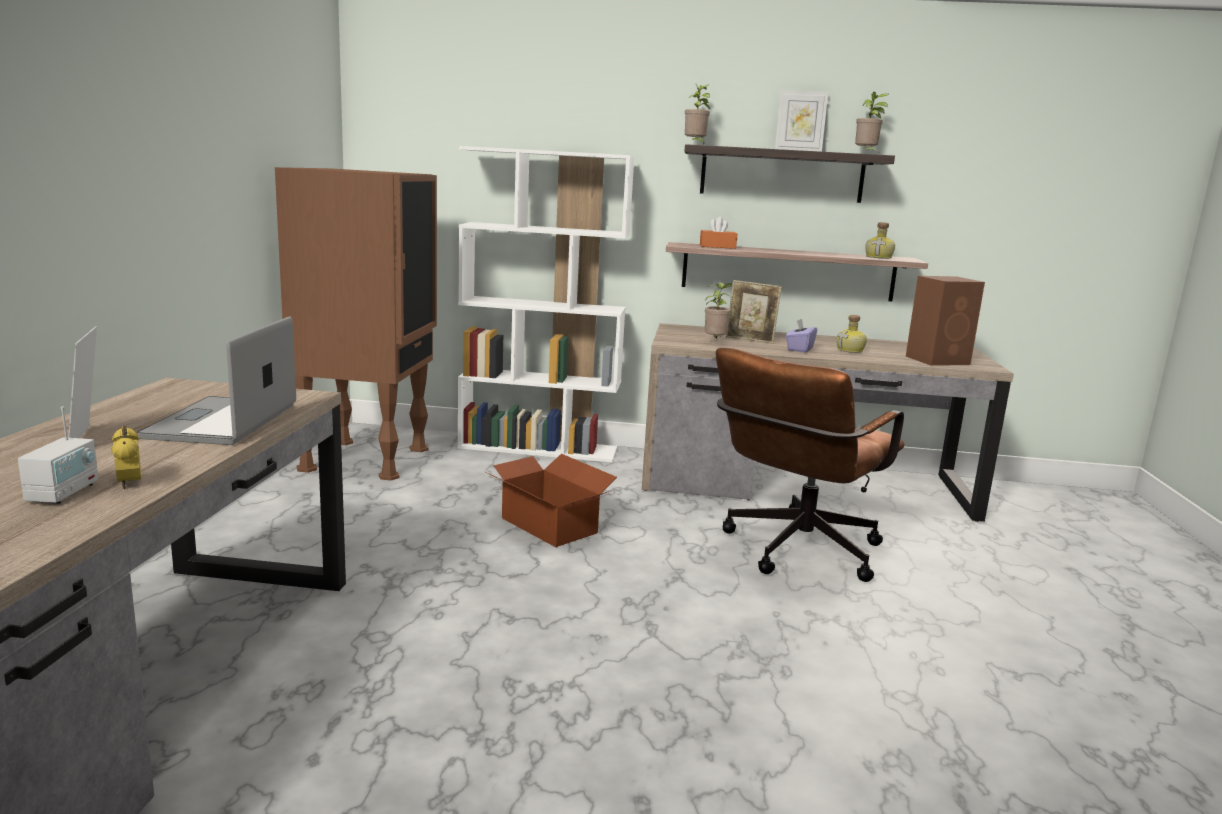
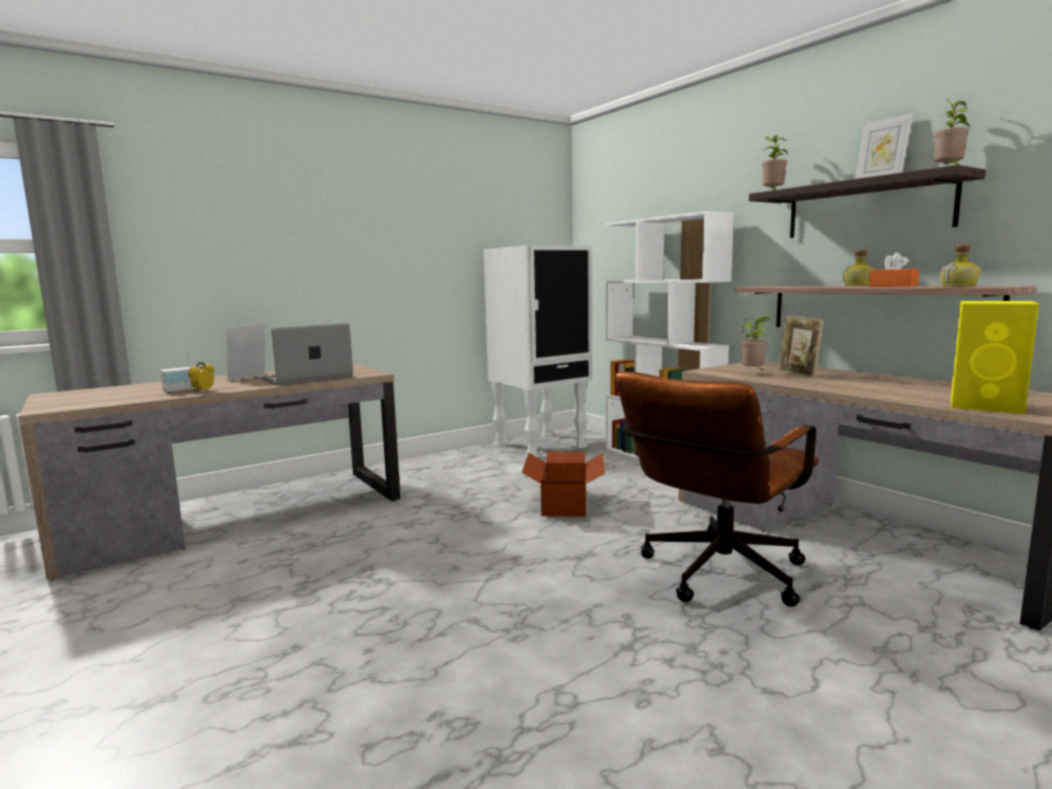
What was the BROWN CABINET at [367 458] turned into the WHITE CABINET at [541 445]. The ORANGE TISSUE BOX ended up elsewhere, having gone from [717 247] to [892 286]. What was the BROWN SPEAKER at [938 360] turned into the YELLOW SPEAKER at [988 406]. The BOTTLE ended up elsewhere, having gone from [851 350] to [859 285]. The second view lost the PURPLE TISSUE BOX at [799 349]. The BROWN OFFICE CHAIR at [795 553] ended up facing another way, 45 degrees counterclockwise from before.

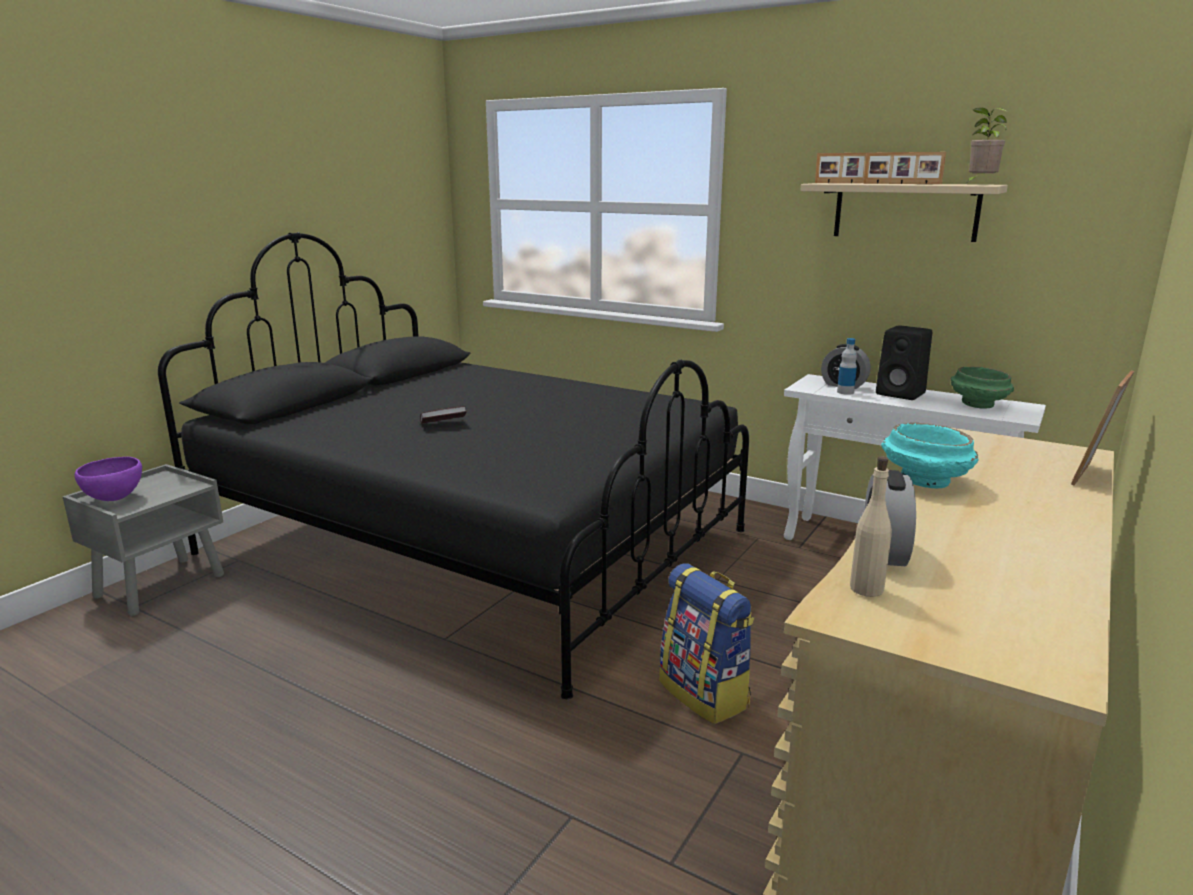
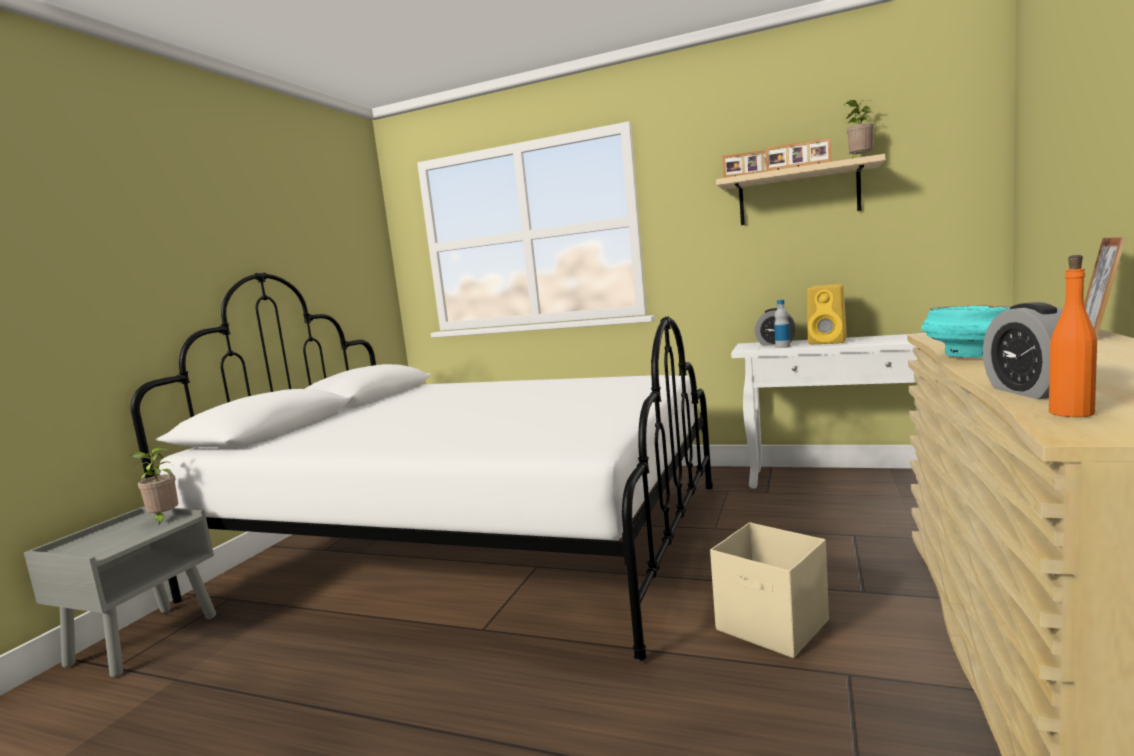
What was the BLACK BED at [475 542] turned into the WHITE BED at [472 539]. What was the BLACK SPEAKER at [902 394] turned into the YELLOW SPEAKER at [829 341]. The second view lost the GREEN BOWL at [978 404]. The second view lost the BOOK at [443 424]. What was the BEIGE BOTTLE at [867 589] turned into the ORANGE BOTTLE at [1071 413]. The second view lost the PURPLE BOWL at [115 499]. Where the BACKPACK stood at [705 694], the BEIGE STORAGE BOX came to stand at [773 626]. The second view gained the POTTED PLANT at [164 520].

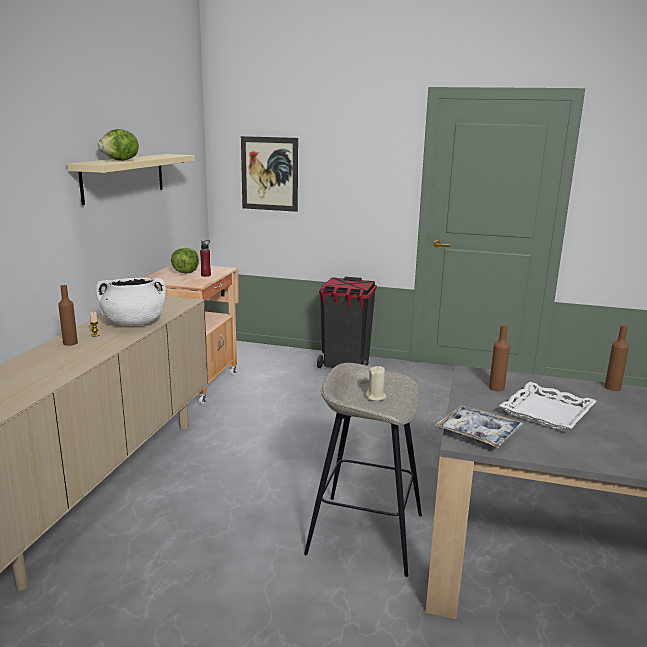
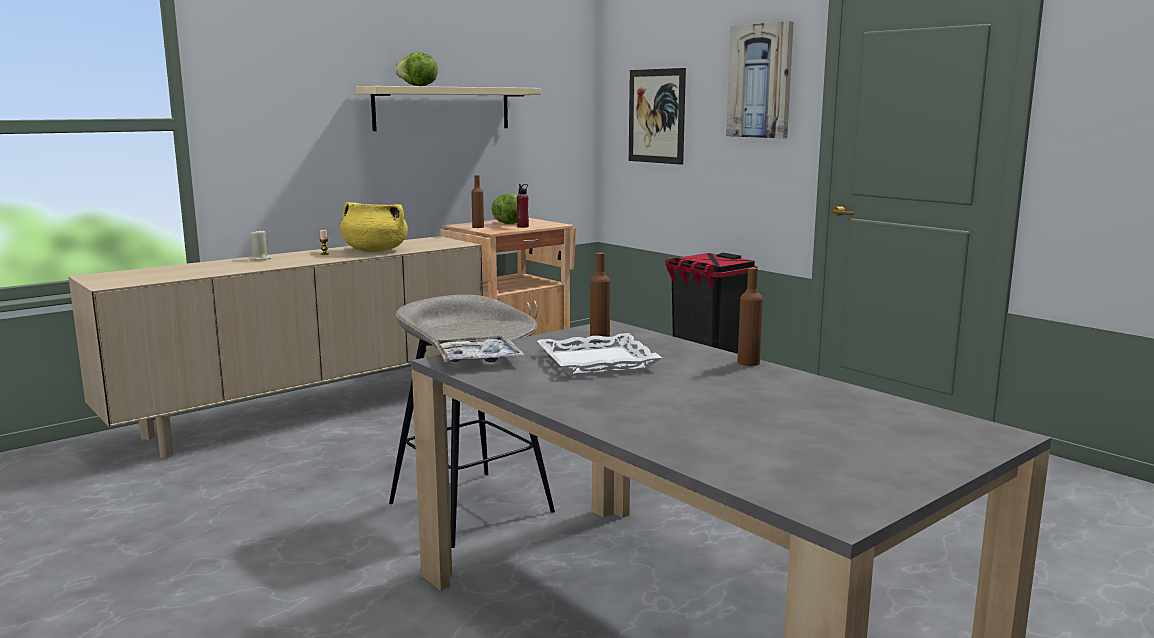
What was the WHITE COOKING POT at [134 323] turned into the YELLOW COOKING POT at [374 251]. The BROWN BOTTLE ended up elsewhere, having gone from [70 343] to [478 227]. The BEIGE CANDLE ended up elsewhere, having gone from [376 397] to [260 259]. The second view gained the PICTURE at [760 81].

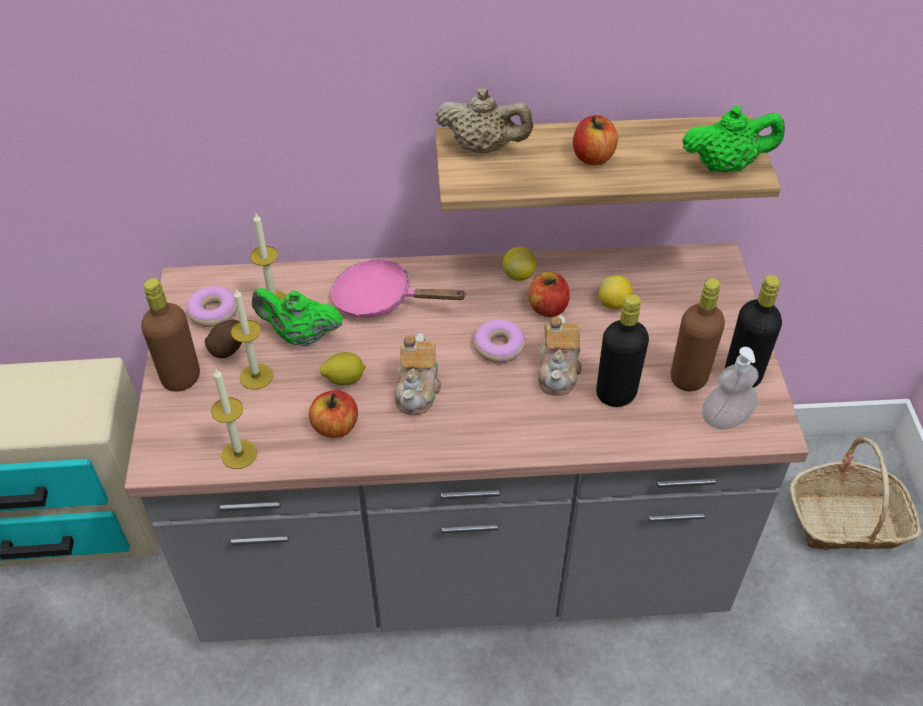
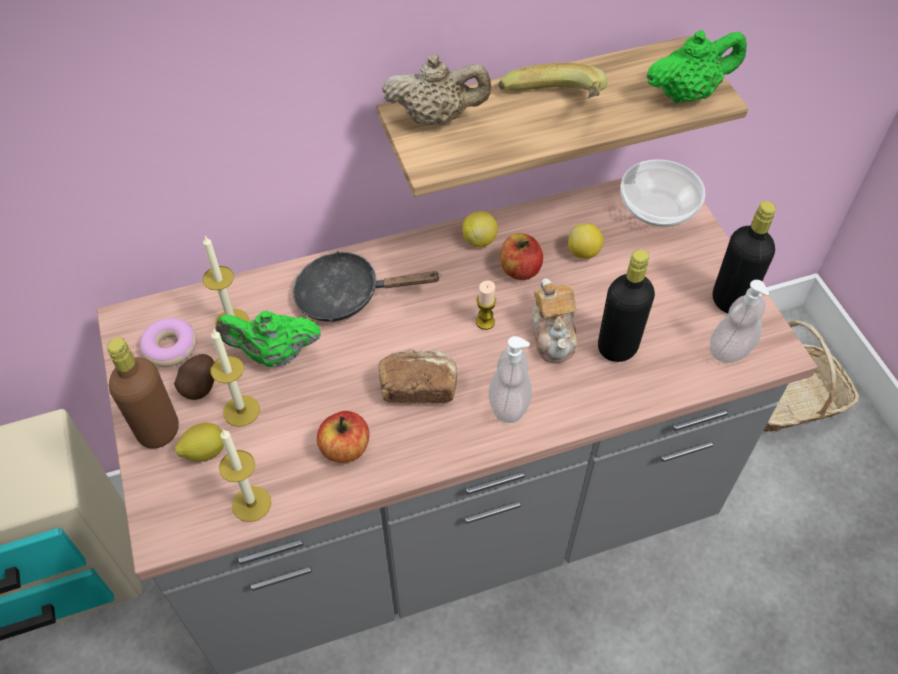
Where the APPLE stood at [593 157], the BANANA came to stand at [553 108]. What was the PINK FRYING PAN at [381 299] turned into the BLACK FRYING PAN at [347 296]. The second view lost the BROWN BOTTLE at [688 378]. Where the DONUT stood at [499 346], the CANDLE came to stand at [485 322]. Where the TEAPOT stood at [418 389], the BREAD came to stand at [418 387]. The LEMON ended up elsewhere, having gone from [344 379] to [205 451]. The second view gained the BOWL at [658 210]. The second view gained the SOAP DISPENSER at [509 404].

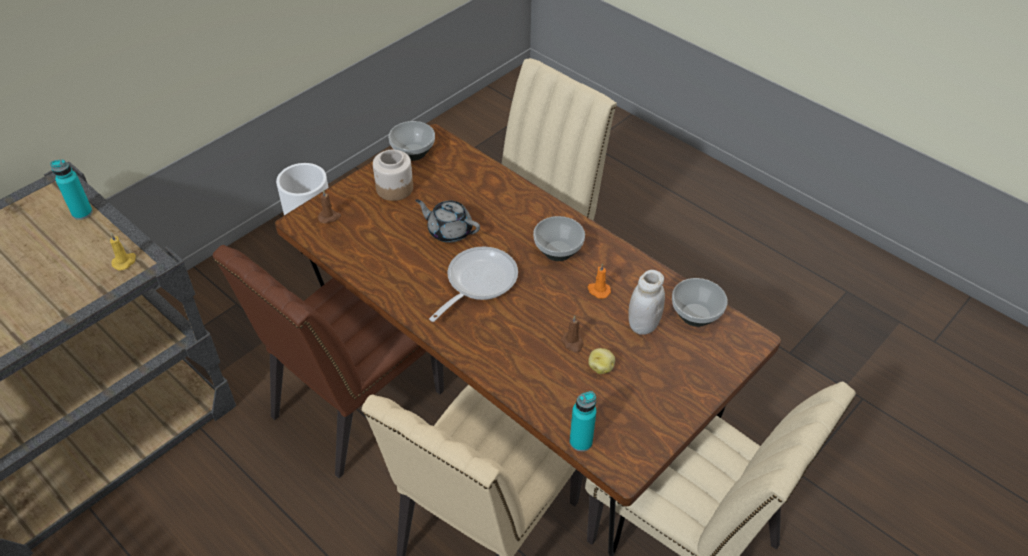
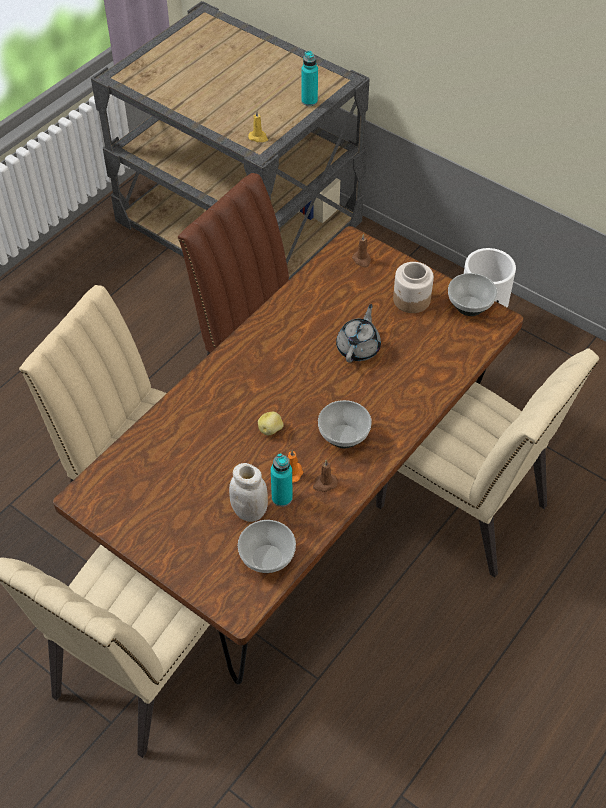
The second view lost the FRYING PAN at [477 282]. The BROWN CANDLE ended up elsewhere, having gone from [572 343] to [324 483]. The POTATO ended up elsewhere, having gone from [601 367] to [271 429]. The TURQUOISE BOTTLE ended up elsewhere, having gone from [581 442] to [282 498].

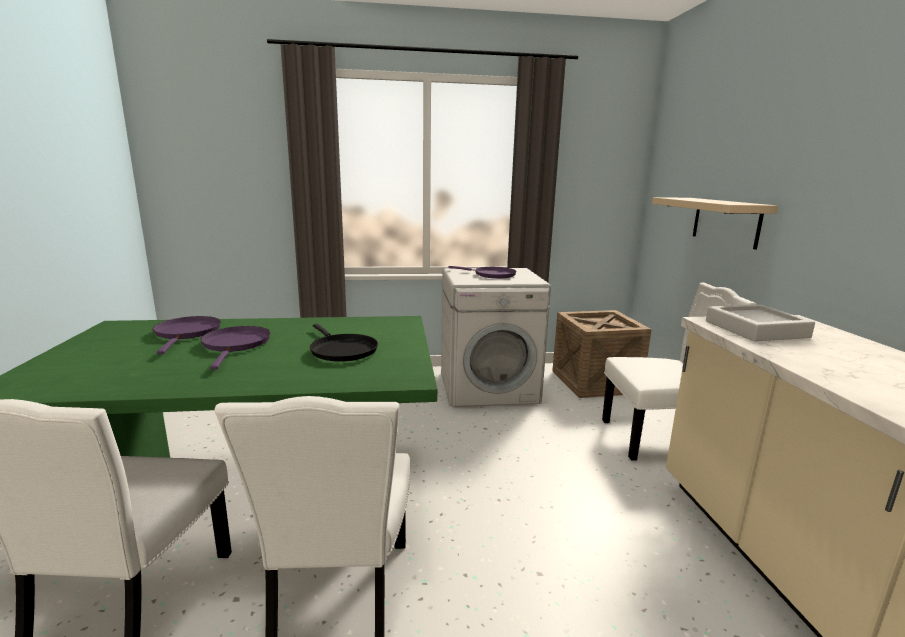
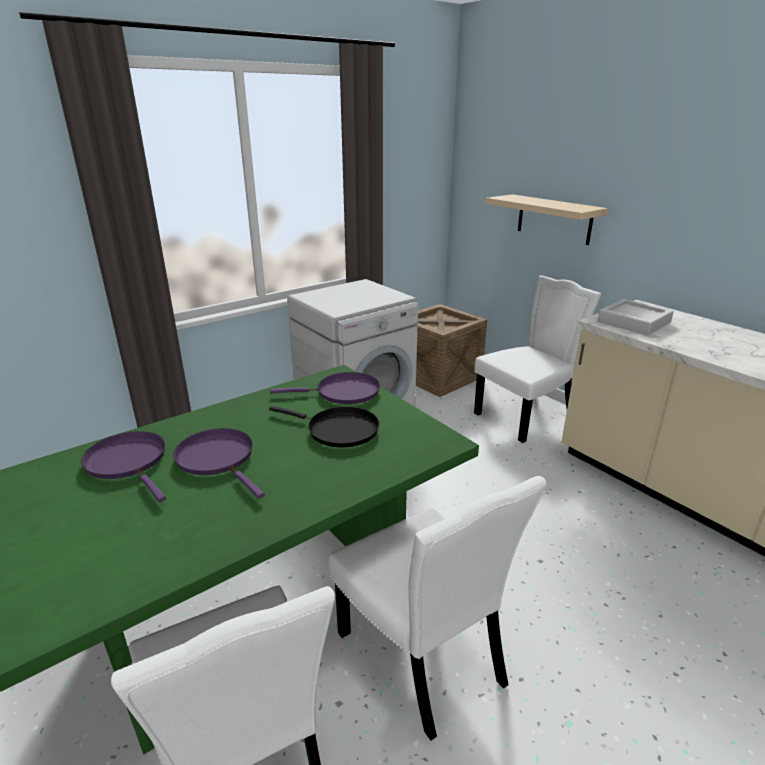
The PURPLE FRYING PAN ended up elsewhere, having gone from [492 275] to [343 392].

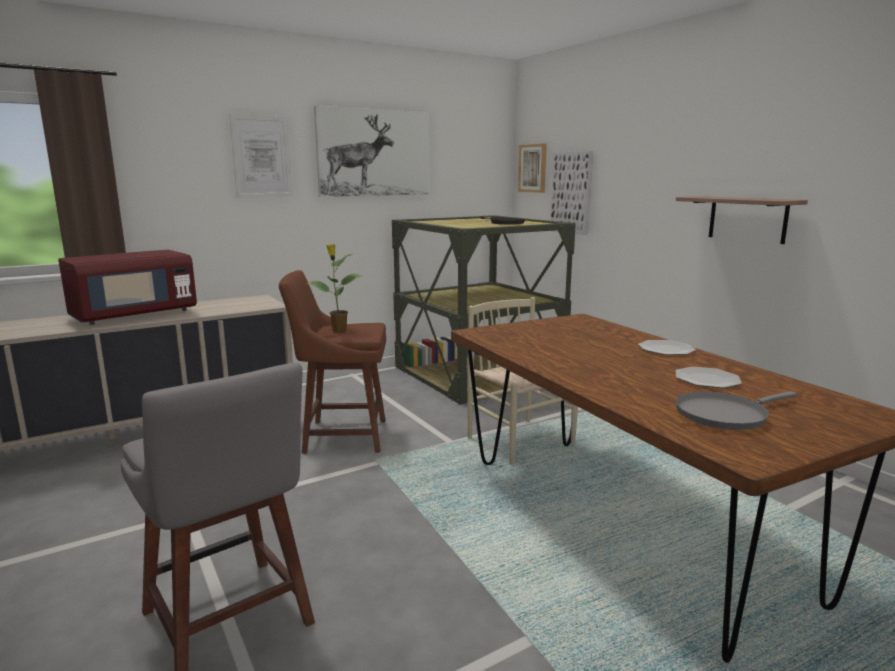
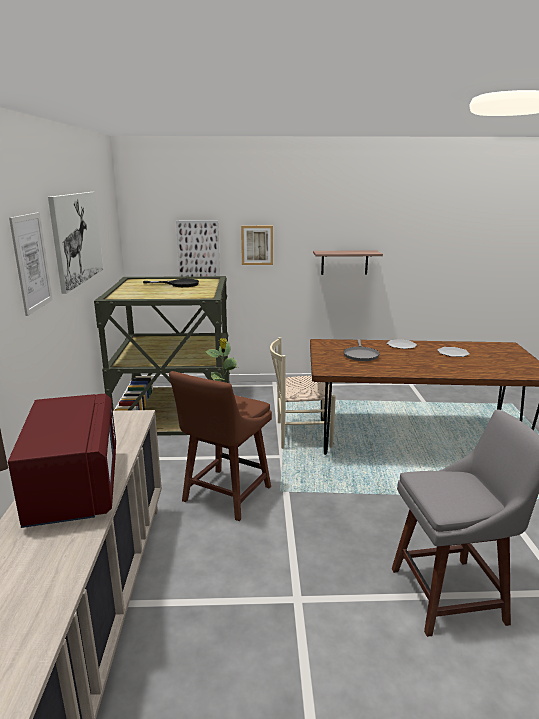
The PICTURE ended up elsewhere, having gone from [533 168] to [257 245]. The GREY FRYING PAN ended up elsewhere, having gone from [725 415] to [360 355].

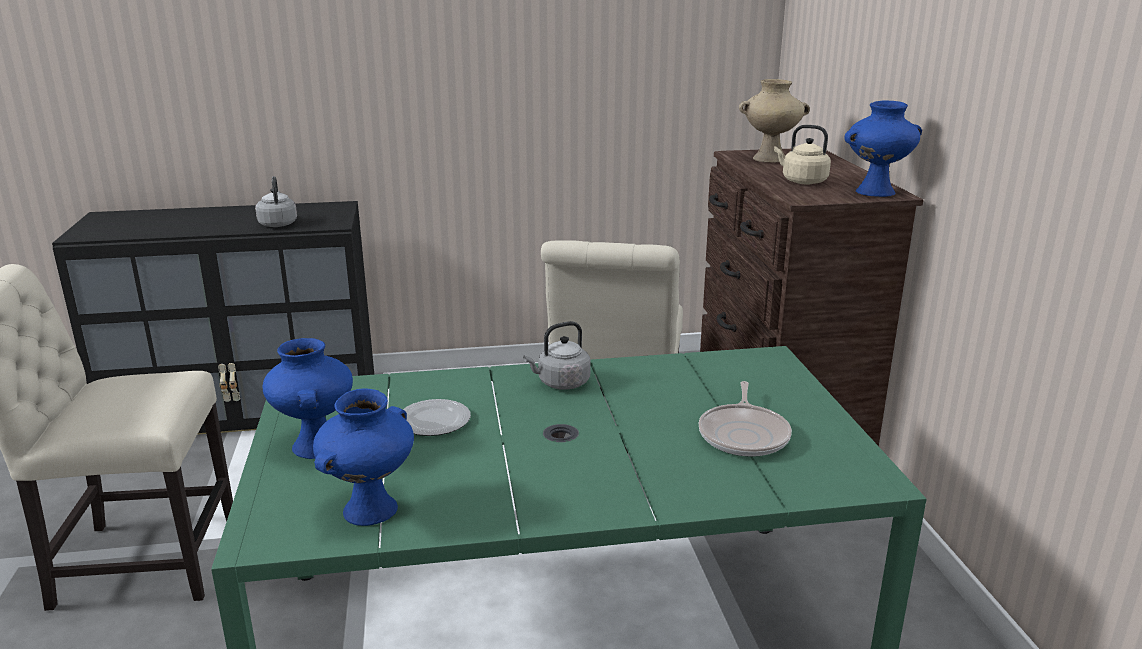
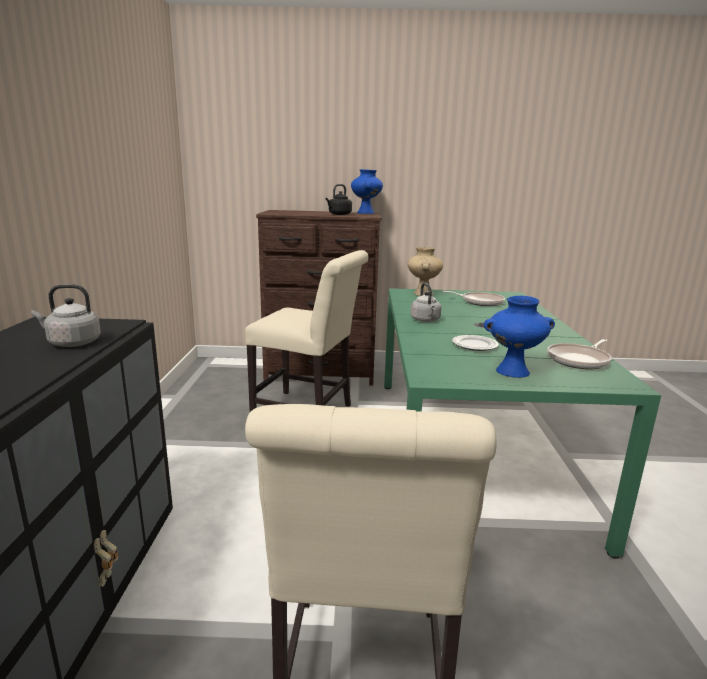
The BEIGE VASE ended up elsewhere, having gone from [770 158] to [422 293]. What was the BEIGE KETTLE at [802 181] turned into the BLACK KETTLE at [339 214]. Where the BLUE VASE stood at [370 511], the FRYING PAN came to stand at [579 360].

